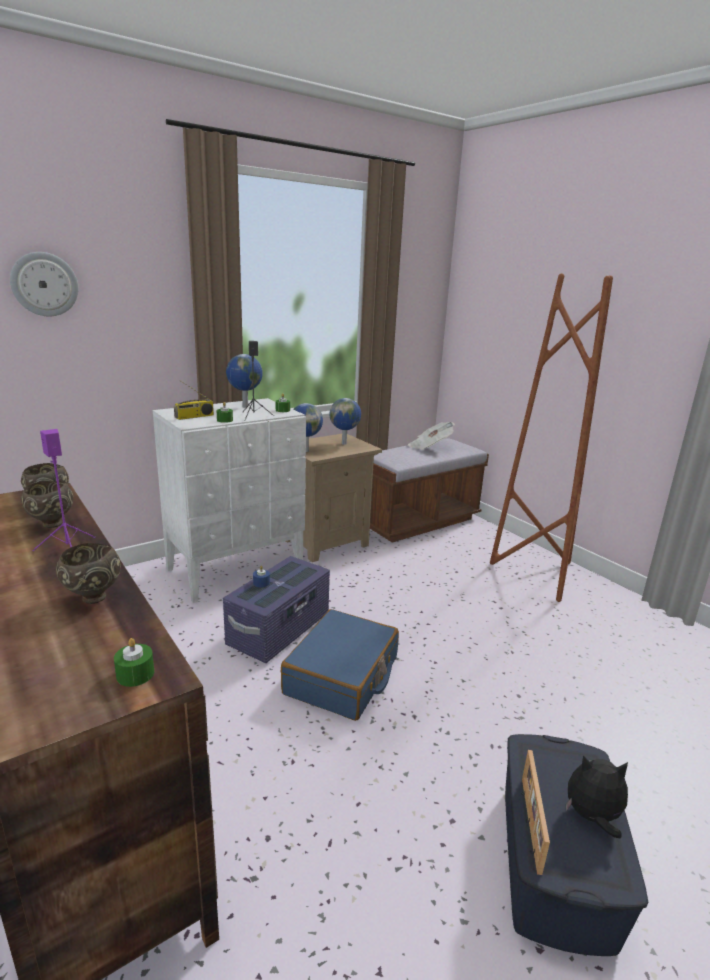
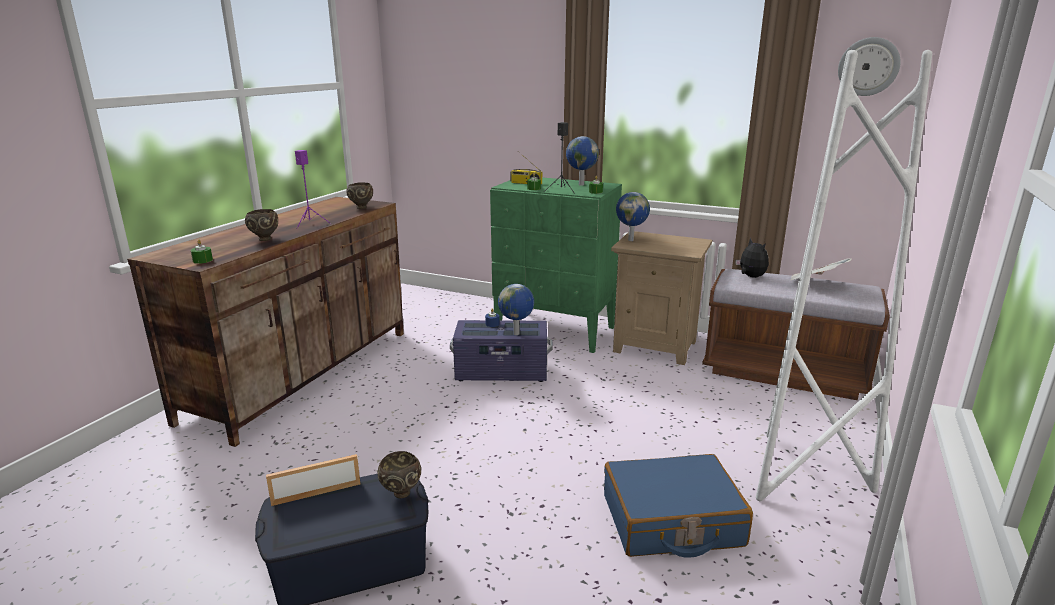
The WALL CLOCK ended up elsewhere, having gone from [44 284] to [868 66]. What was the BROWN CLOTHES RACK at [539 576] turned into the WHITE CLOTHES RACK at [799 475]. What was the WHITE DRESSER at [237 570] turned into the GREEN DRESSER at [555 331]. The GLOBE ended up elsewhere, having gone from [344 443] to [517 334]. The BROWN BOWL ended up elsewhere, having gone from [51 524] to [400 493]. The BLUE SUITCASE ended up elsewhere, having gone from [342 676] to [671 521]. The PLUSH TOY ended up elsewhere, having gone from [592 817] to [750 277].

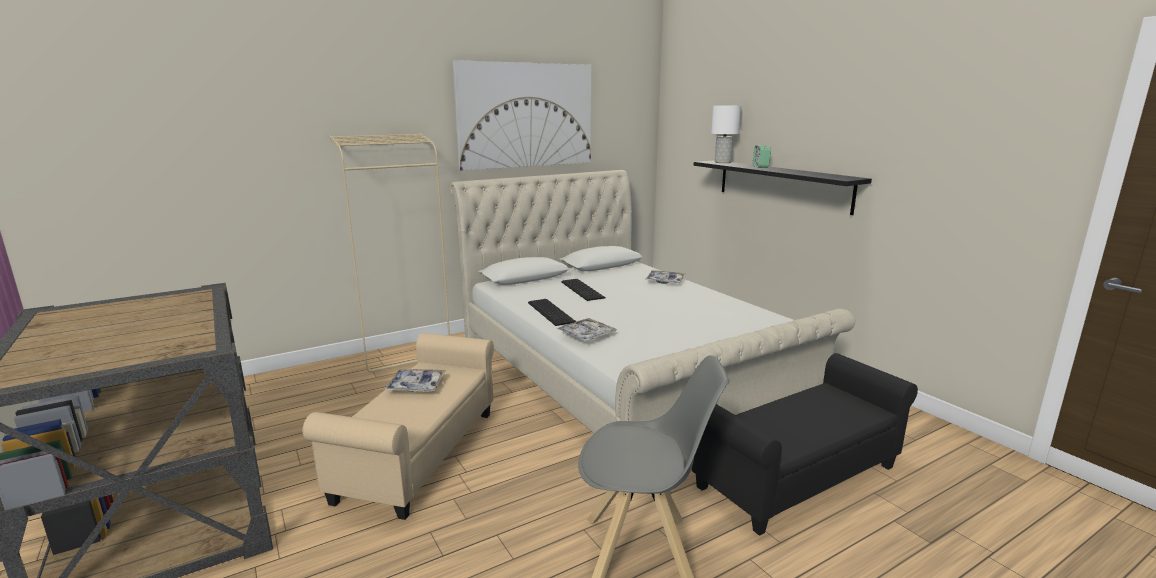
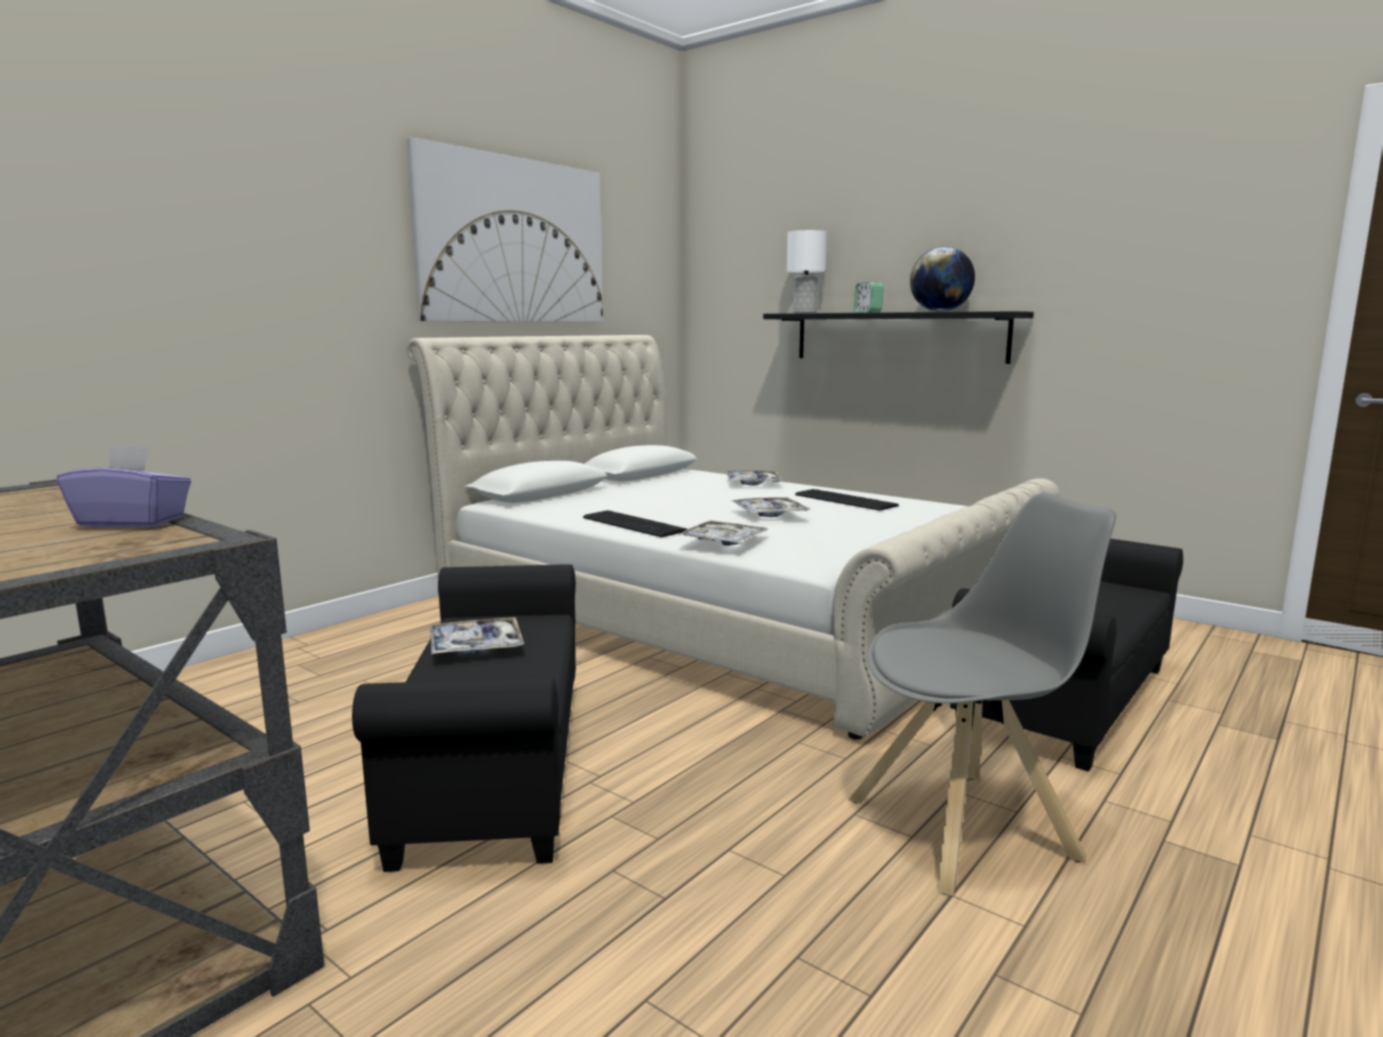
The second view lost the BEIGE CLOTHES RACK at [405 355]. The KEYBOARD ended up elsewhere, having gone from [583 289] to [845 500]. What was the BEIGE OTTOMAN at [418 454] turned into the BLACK OTTOMAN at [494 767]. The second view gained the GLOBE at [940 311]. The second view gained the PURPLE TISSUE BOX at [133 522]. The second view gained the TRAY at [769 514].

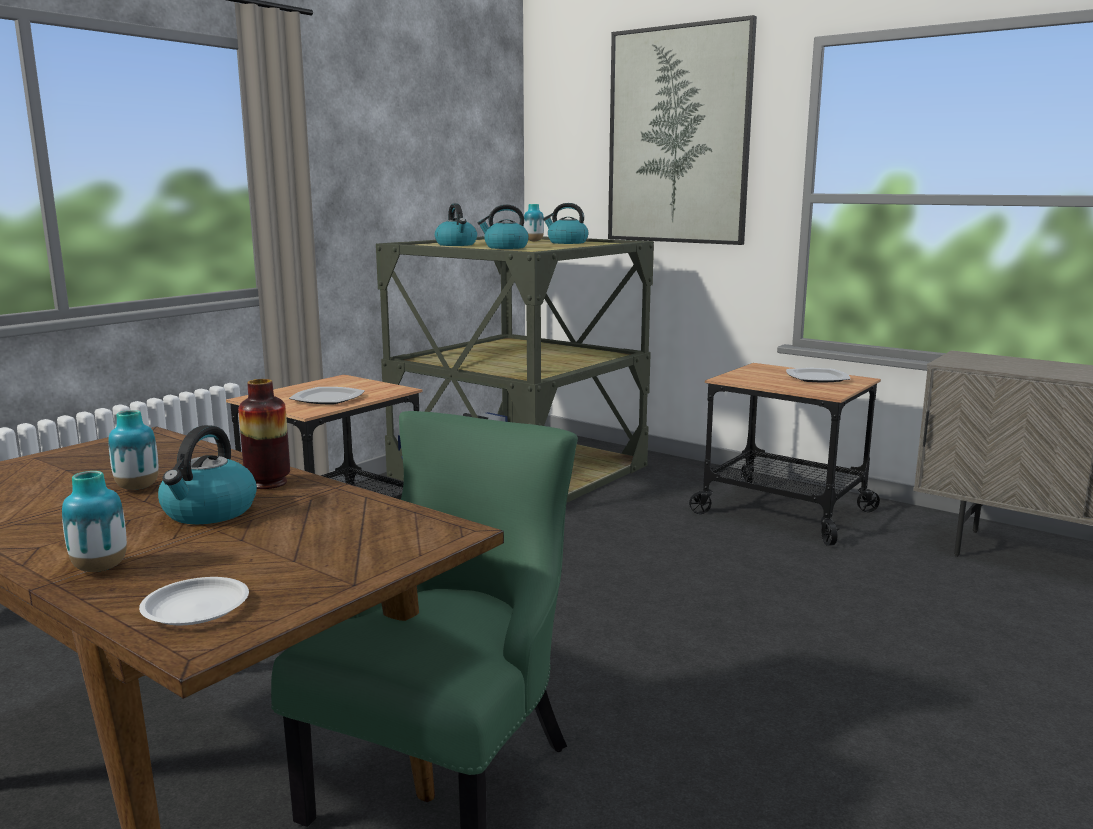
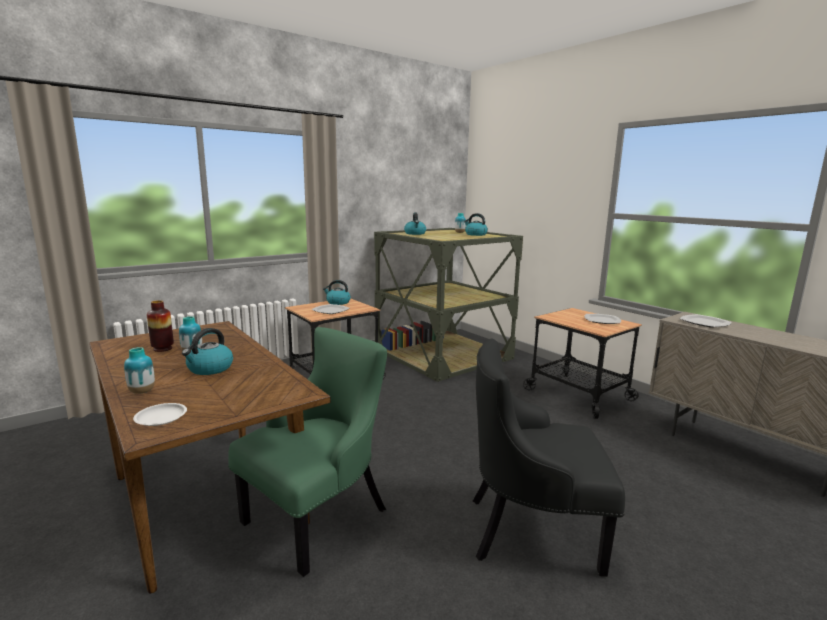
The second view lost the PICTURE at [678 136]. The KETTLE ended up elsewhere, having gone from [505 247] to [337 302]. The VASE ended up elsewhere, having gone from [268 483] to [163 349]. The second view gained the PLATE at [705 323]. The second view gained the BLACK CHAIR at [534 532].

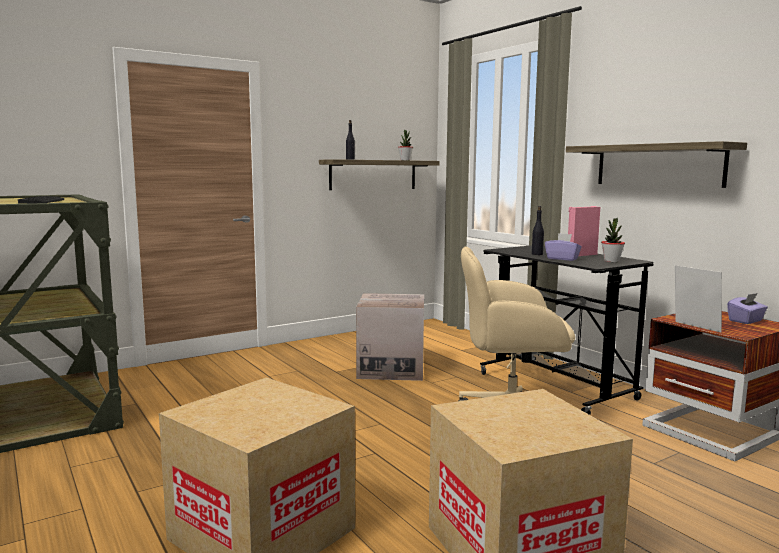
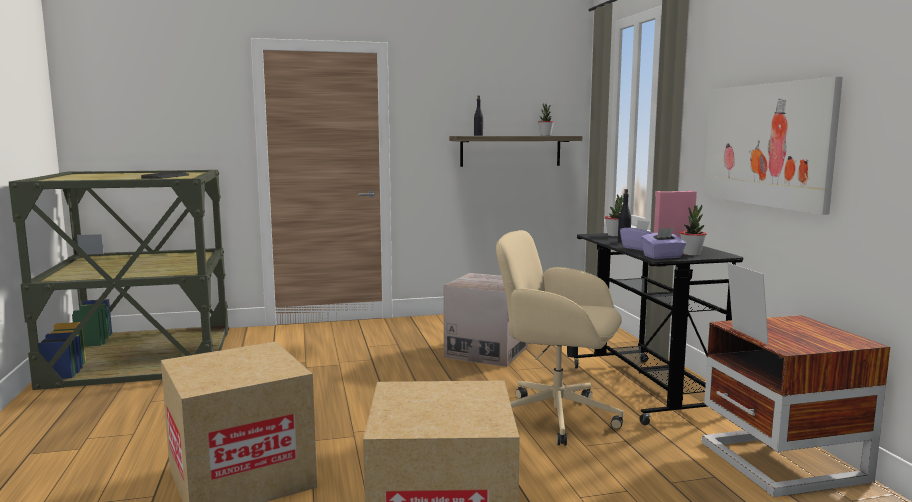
Where the SHELF hung at [658 165], the PICTURE came to hang at [766 145]. The PURPLE TISSUE BOX ended up elsewhere, having gone from [746 321] to [662 257]. The second view gained the POTTED PLANT at [615 235].

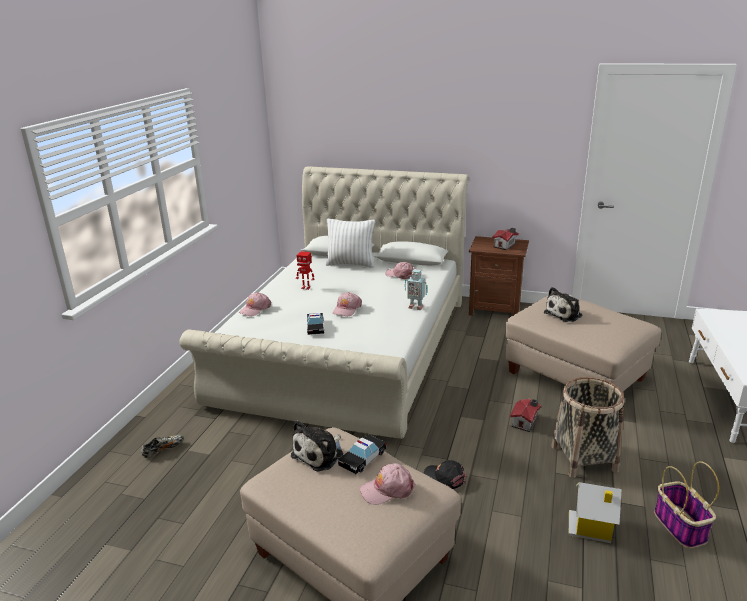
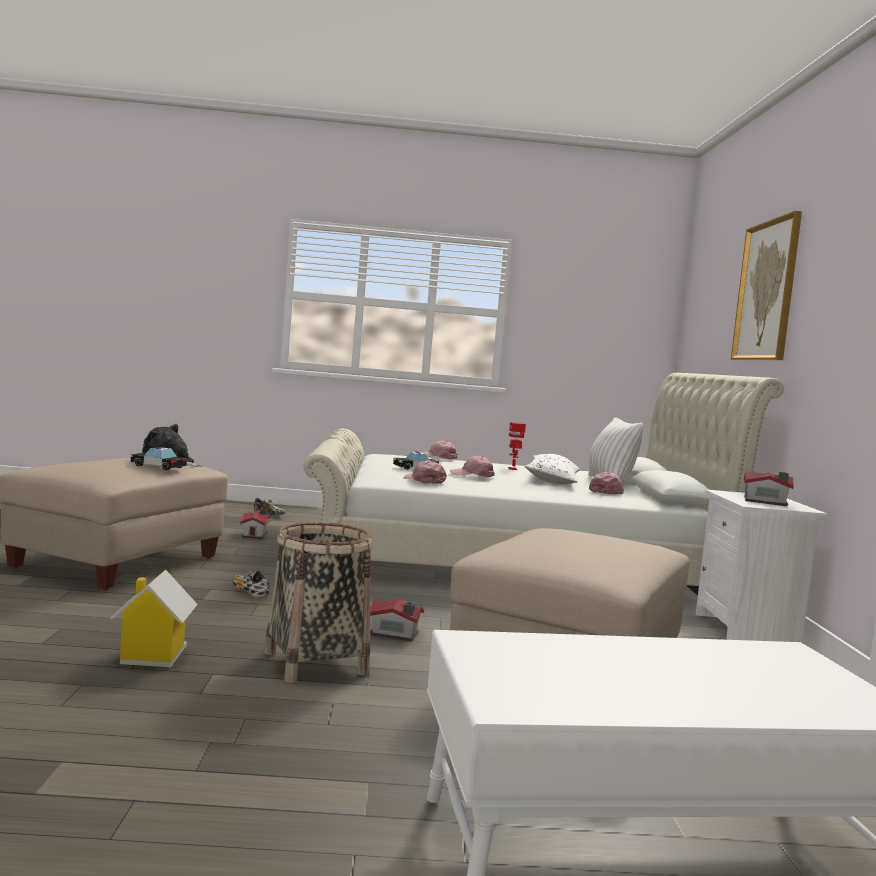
What was the BROWN NIGHTSTAND at [495 309] turned into the WHITE NIGHTSTAND at [748 631]. The second view lost the TOY ROBOT at [415 307]. The second view lost the PLUSH TOY at [565 314]. Where the BLACK CAP stood at [445 477], the SHOE came to stand at [249 593]. The second view lost the BASKET at [681 527]. The PINK CAP ended up elsewhere, having gone from [387 489] to [424 481]. The second view gained the PICTURE at [767 291]. The second view gained the WHITE PILLOW at [552 480]. The second view gained the TOY HOUSE at [255 534].

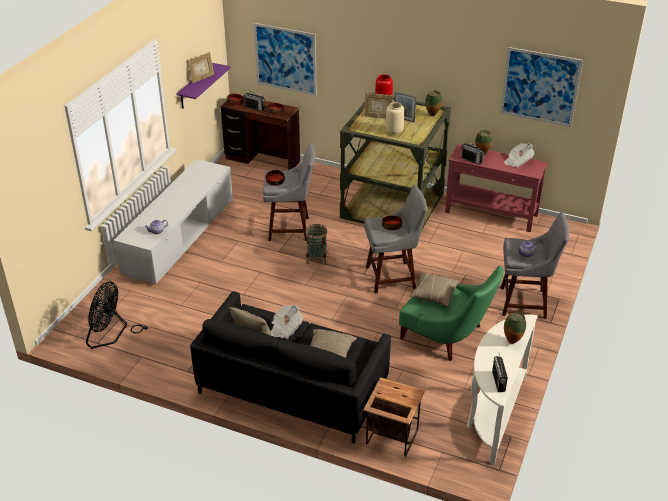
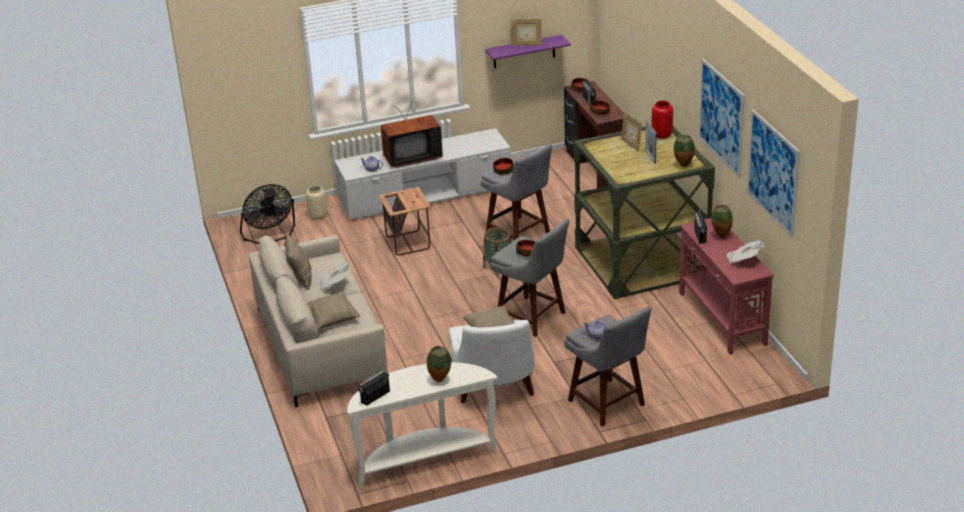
The PICTURE ended up elsewhere, having gone from [285 59] to [721 117]. The BEIGE VASE ended up elsewhere, having gone from [394 131] to [317 216]. What was the GREEN ARMCHAIR at [448 335] turned into the WHITE ARMCHAIR at [494 385]. What was the BLACK SOFA at [292 387] turned into the BEIGE SOFA at [320 345]. The SIDE TABLE ended up elsewhere, having gone from [391 437] to [407 242]. The second view gained the TELEVISION at [411 157].

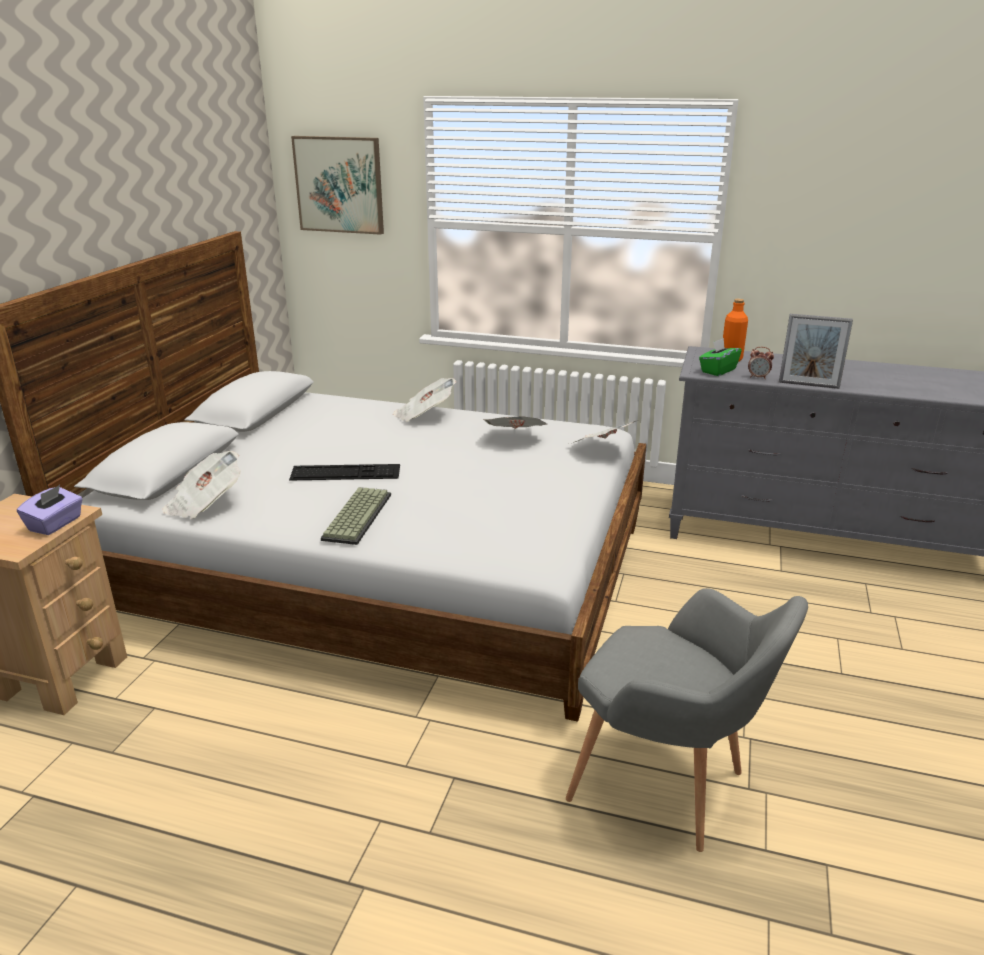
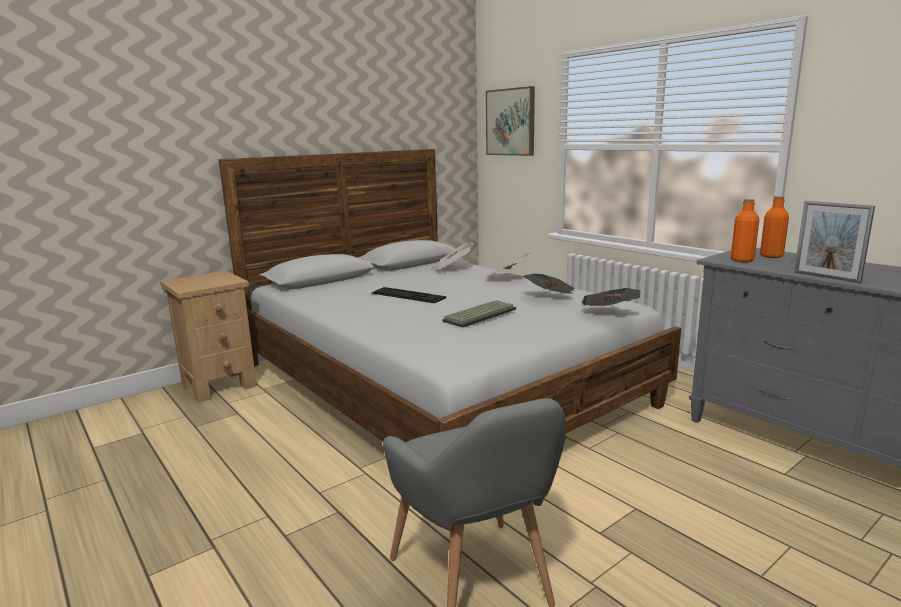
Where the GREEN TISSUE BOX stood at [718 370], the ORANGE BOTTLE came to stand at [742 260]. The second view lost the ALARM CLOCK at [758 377]. The NEWSPAPER ended up elsewhere, having gone from [205 504] to [450 269]. The second view lost the PURPLE TISSUE BOX at [56 524]. The KEYBOARD ended up elsewhere, having gone from [356 516] to [479 314].

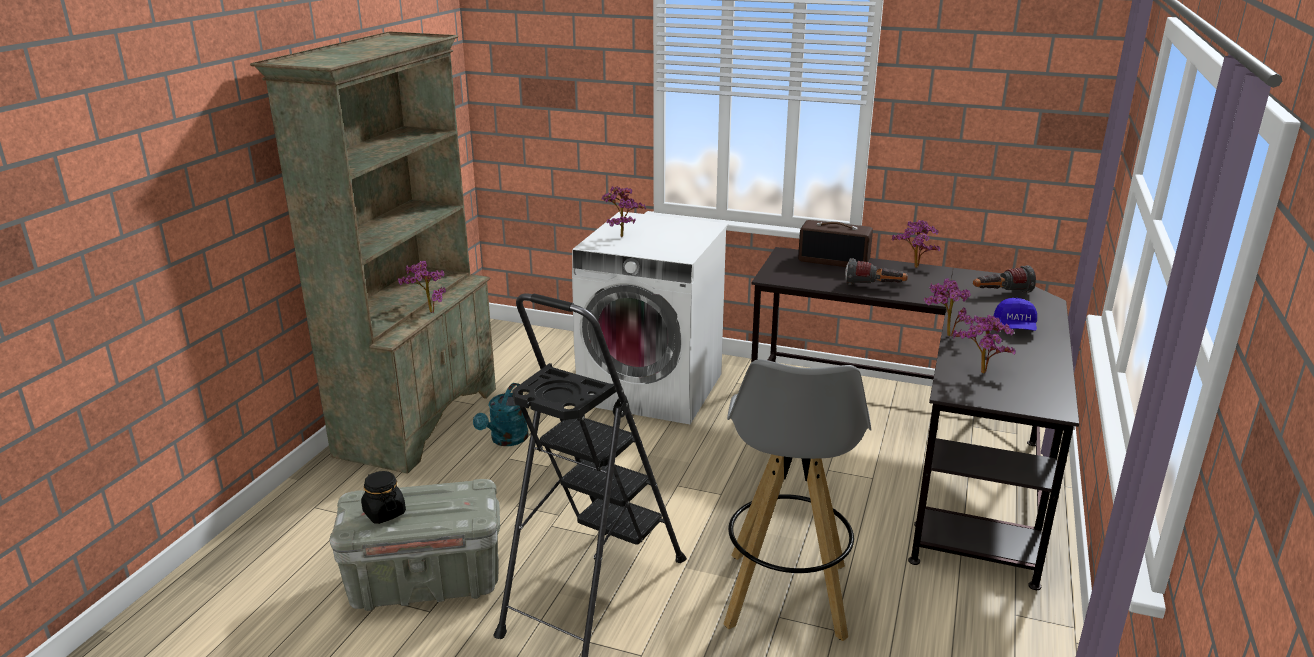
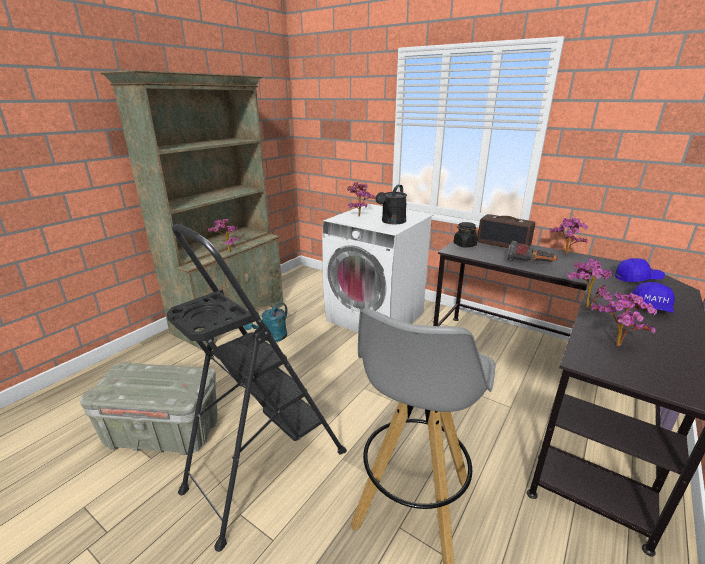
Where the FLASHLIGHT stood at [1000 294], the BLUE CAP came to stand at [637 279]. The BLACK JAR ended up elsewhere, having gone from [384 513] to [464 245]. The second view gained the BLACK WATERING CAN at [392 222].

